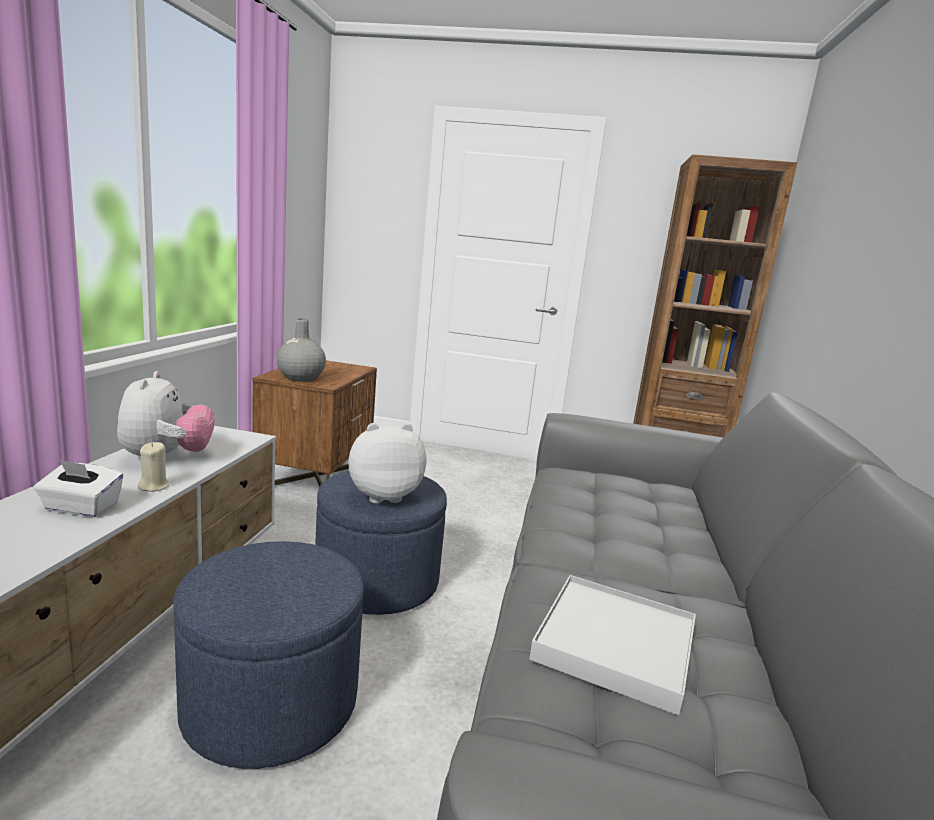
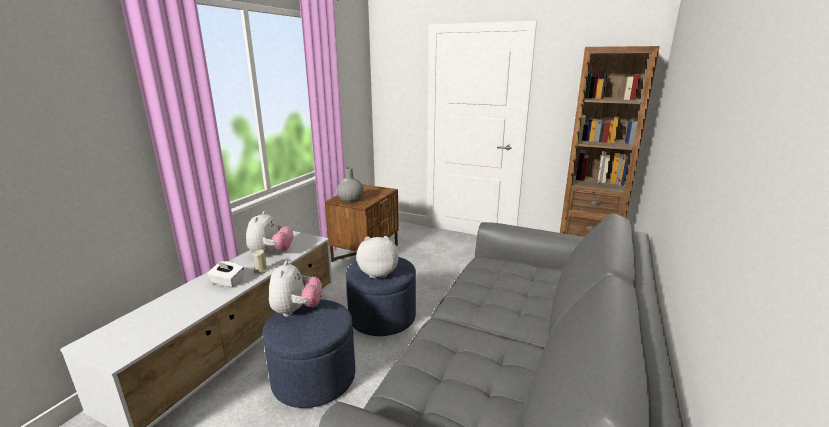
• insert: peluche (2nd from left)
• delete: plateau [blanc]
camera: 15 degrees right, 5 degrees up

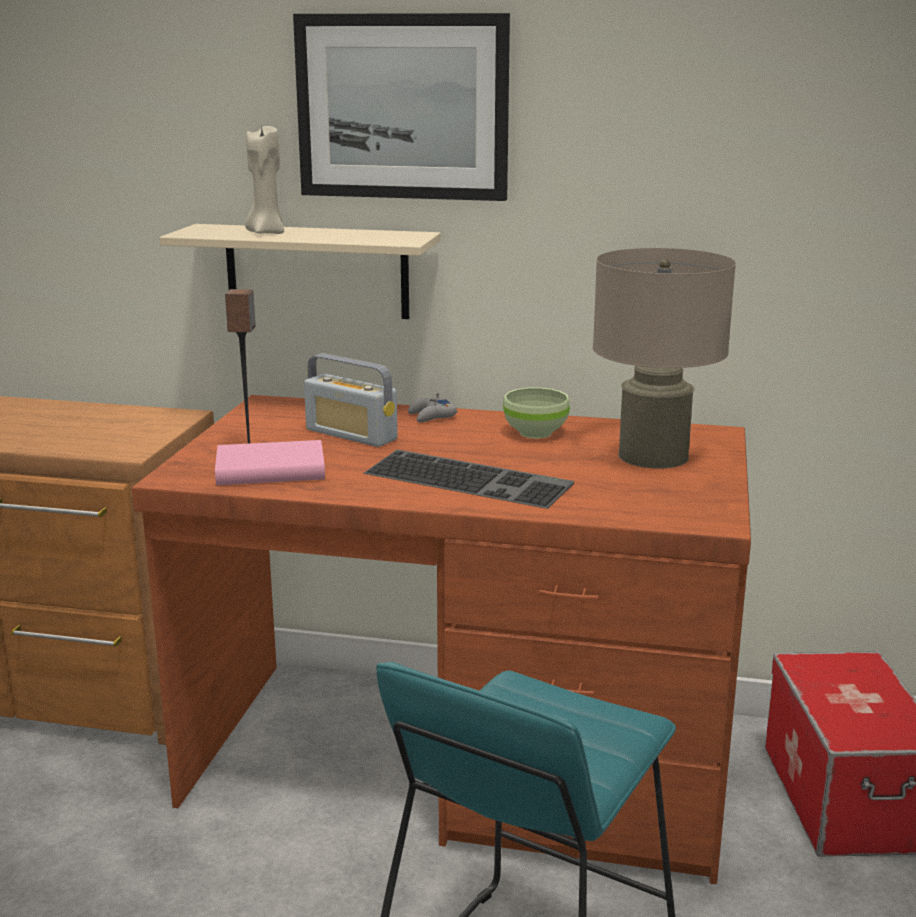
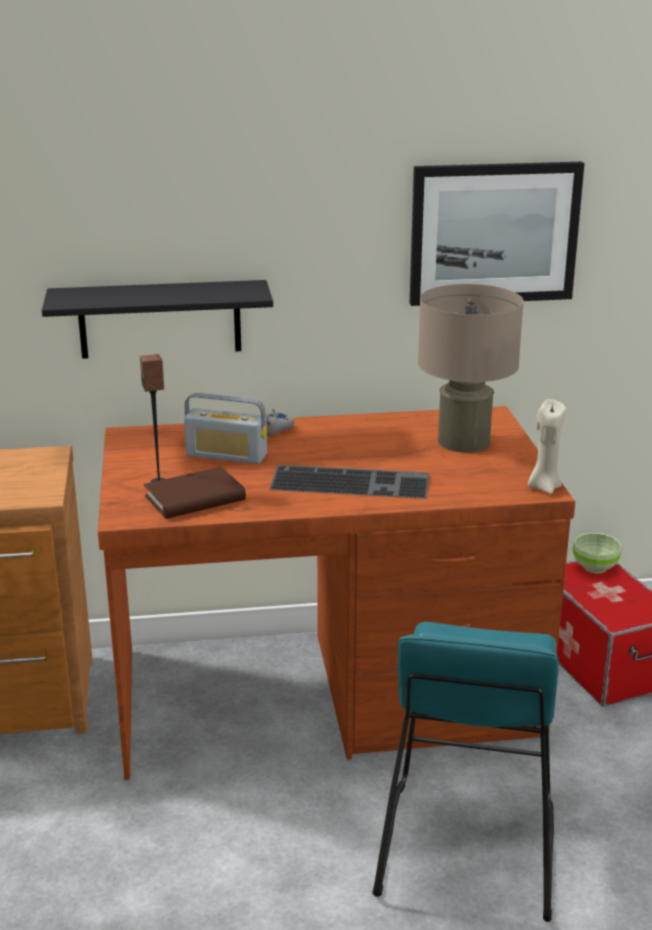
• recolor: étagère [beige] to étagère [noir]
• recolor: livre [rose] to livre [marron]
• move: tableau
• move: bougie [beige]
• move: bol [vert]
camera: 20 degrees left, 5 degrees up

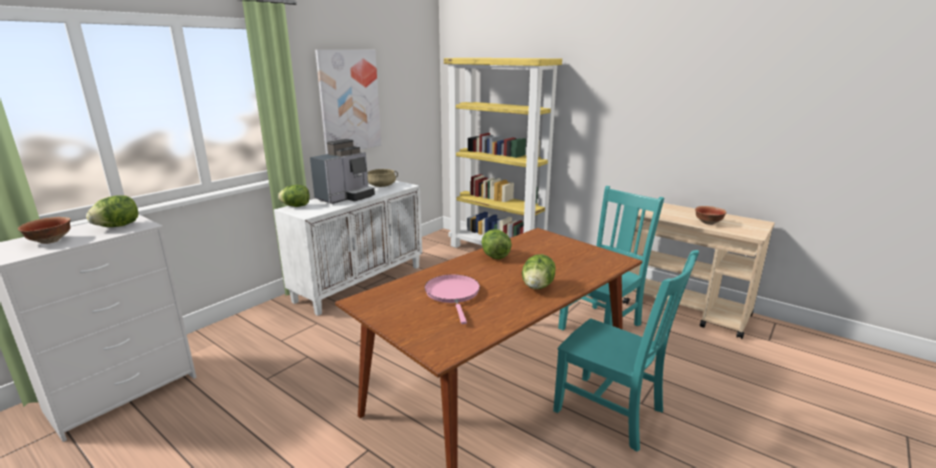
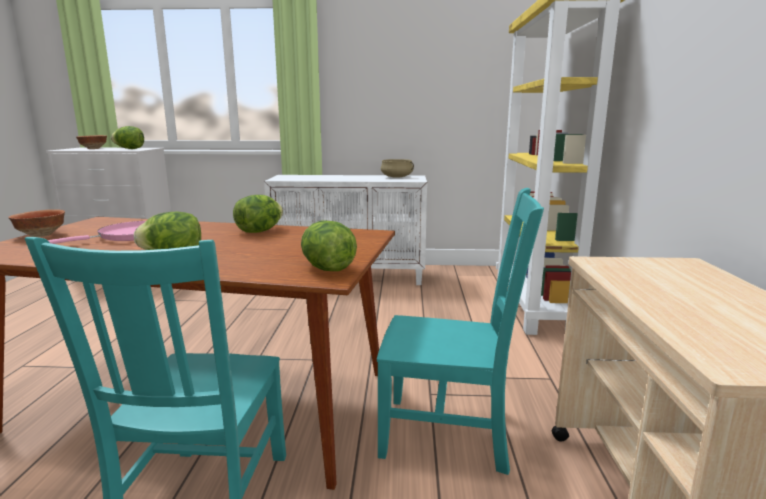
• move: bol (2nd from left in the first image) to bol (1st from left)
• move: laitue (2nd from left in the first image) to laitue (4th from left)
• delete: machine à café
• delete: tableau
camera: 55 degrees right, 5 degrees down

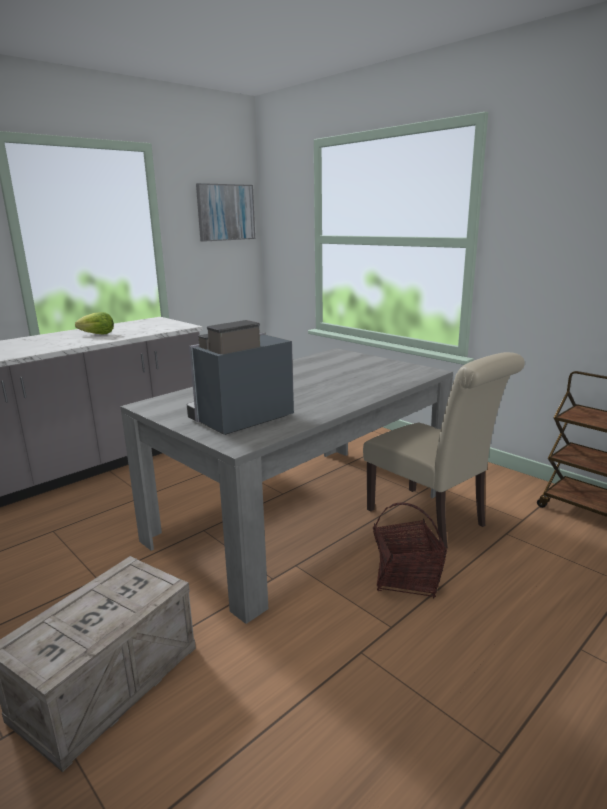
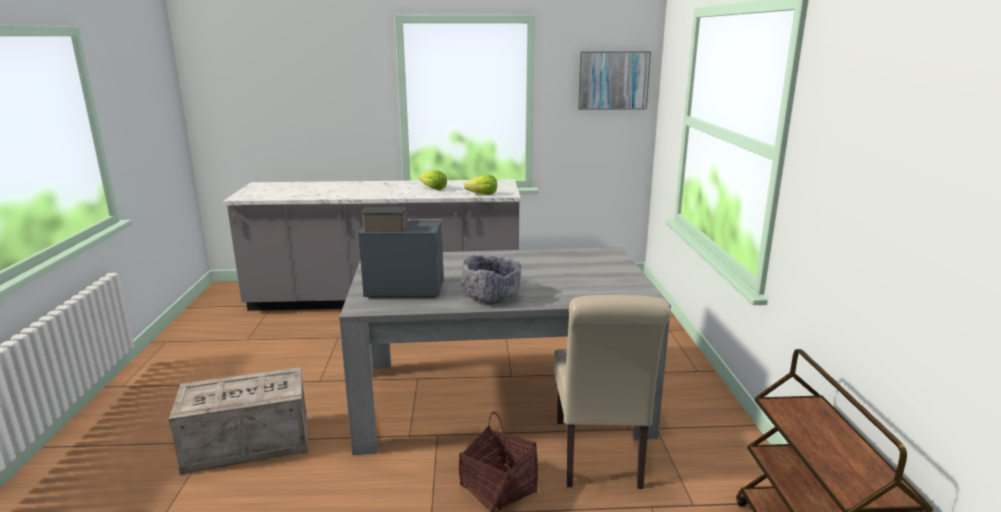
• insert: bol [gris]
• insert: laitue (2nd from left)
camera: 40 degrees right, 0 degrees up

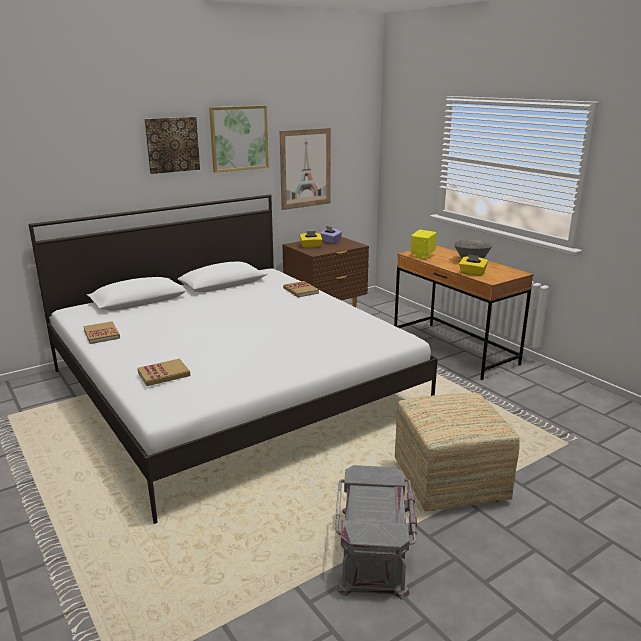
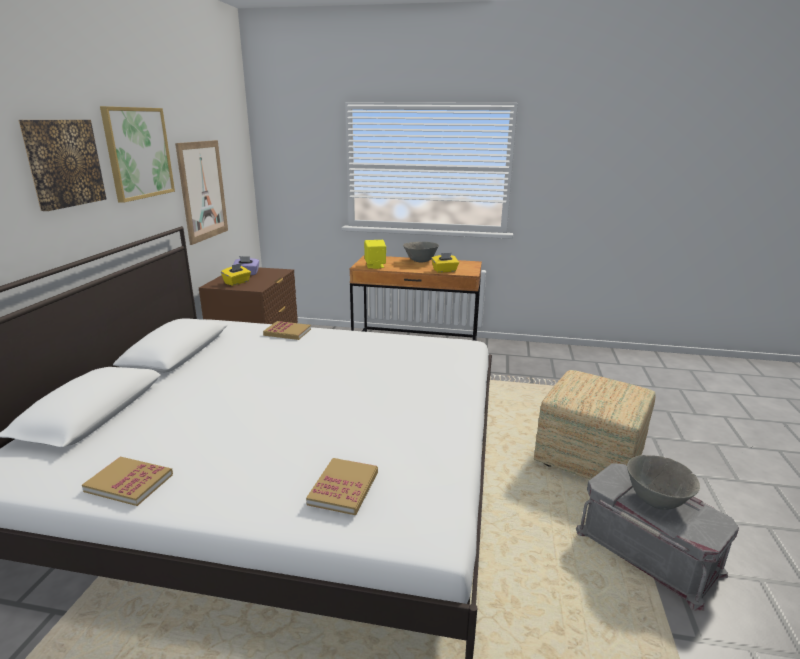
• insert: bol [gris] (2nd from left)
camera: 45 degrees left, 0 degrees up

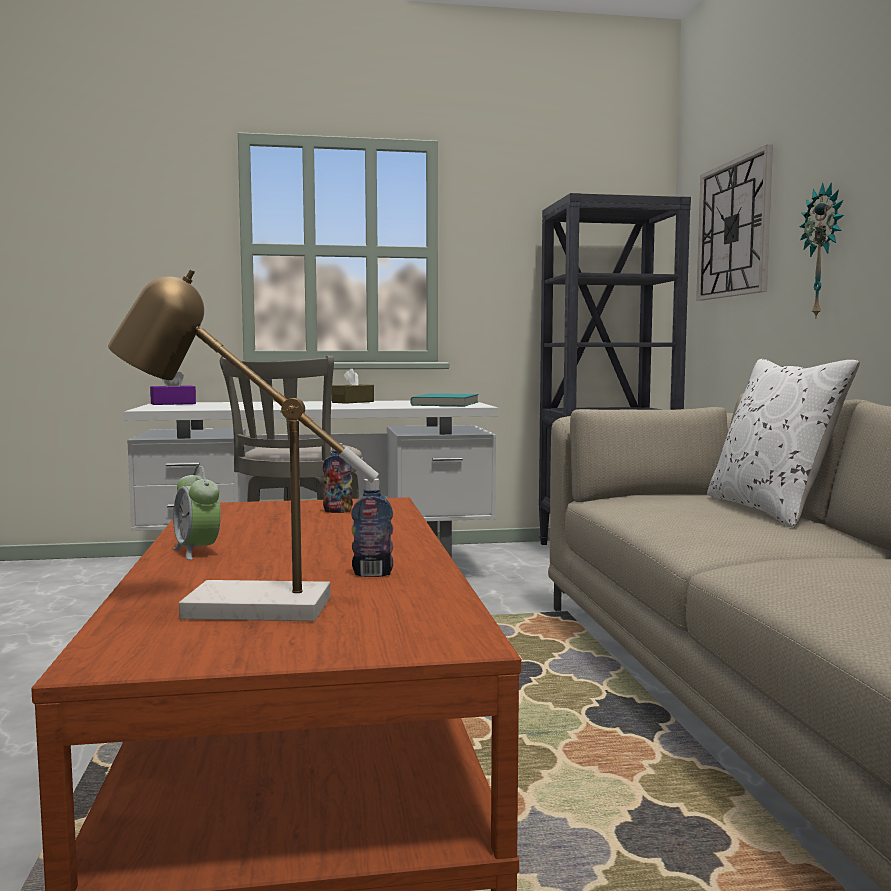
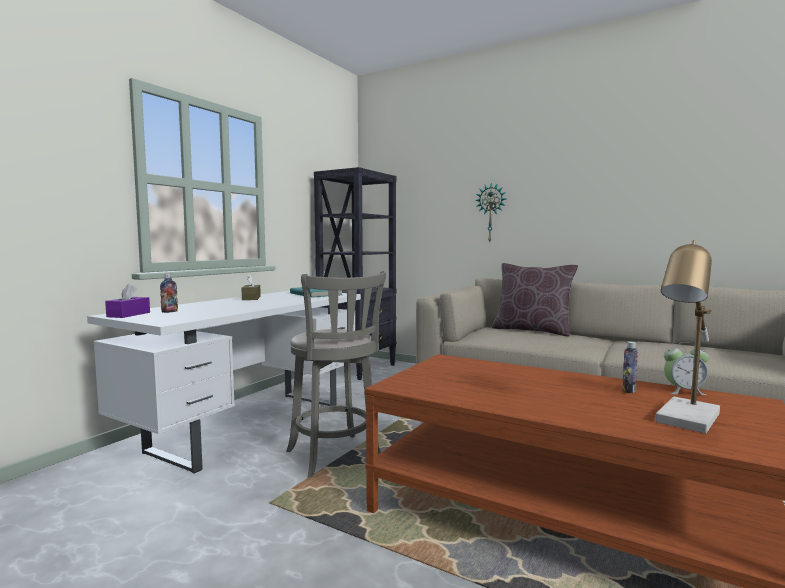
• move: bouteille (1st from left)
• recolor: coussin [blanc] to coussin [marron]
• move: réveil
• delete: horloge murale (1st from left)
camera: 50 degrees left, 0 degrees up

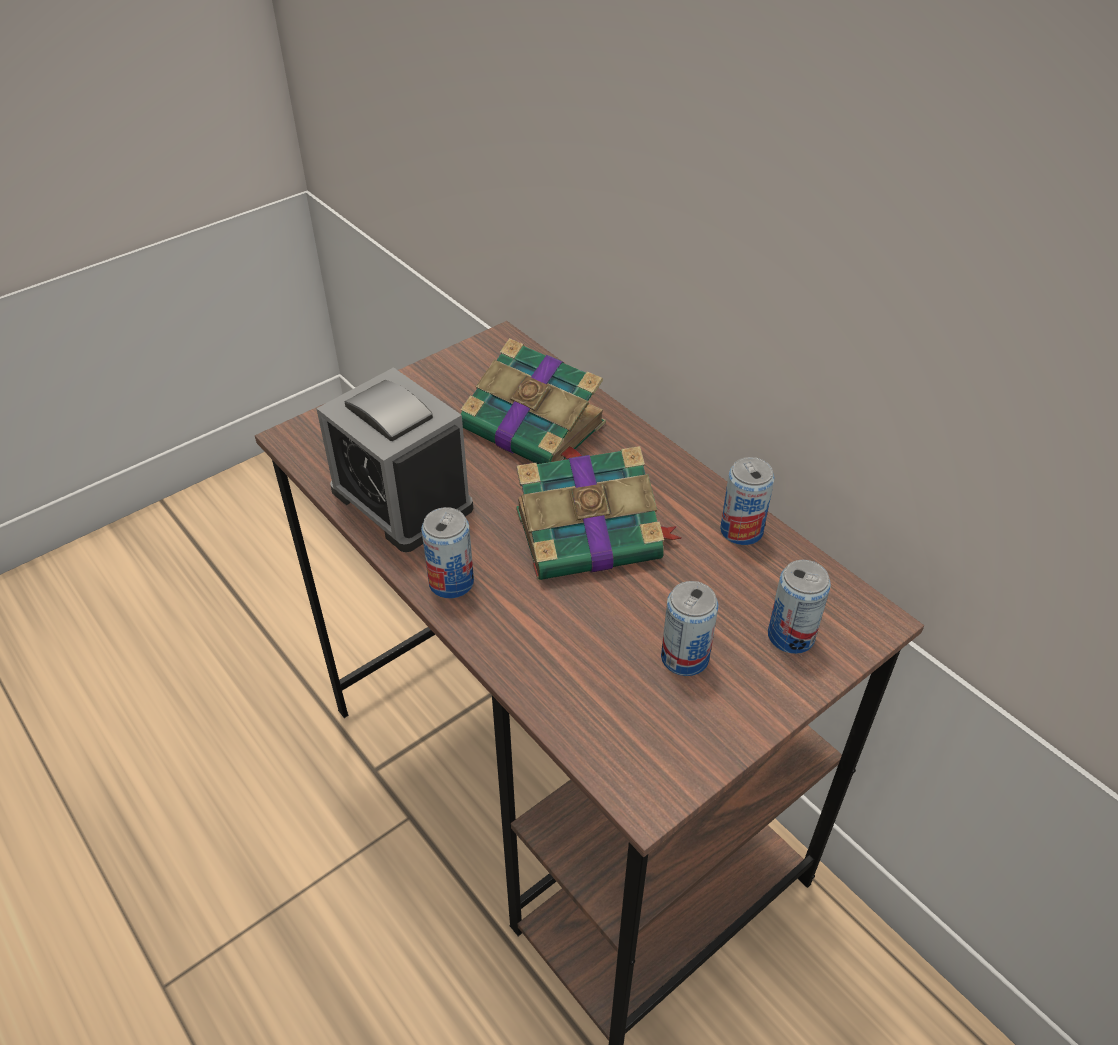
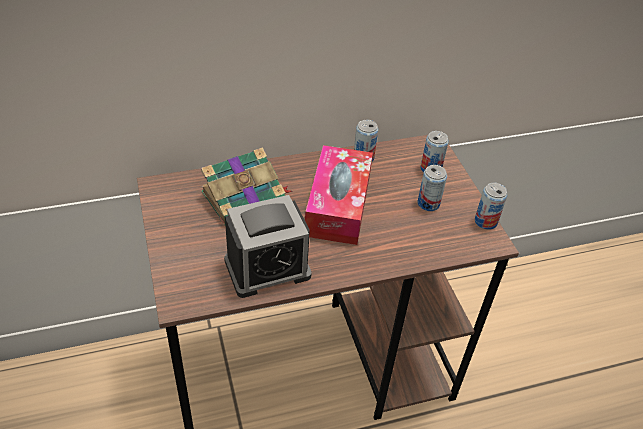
• replace: livre (2nd from left) to boîte à mouchoirs
• move: boîte métallique (1st from left in the first image) to boîte métallique (4th from left)
camera: 70 degrees left, 0 degrees up

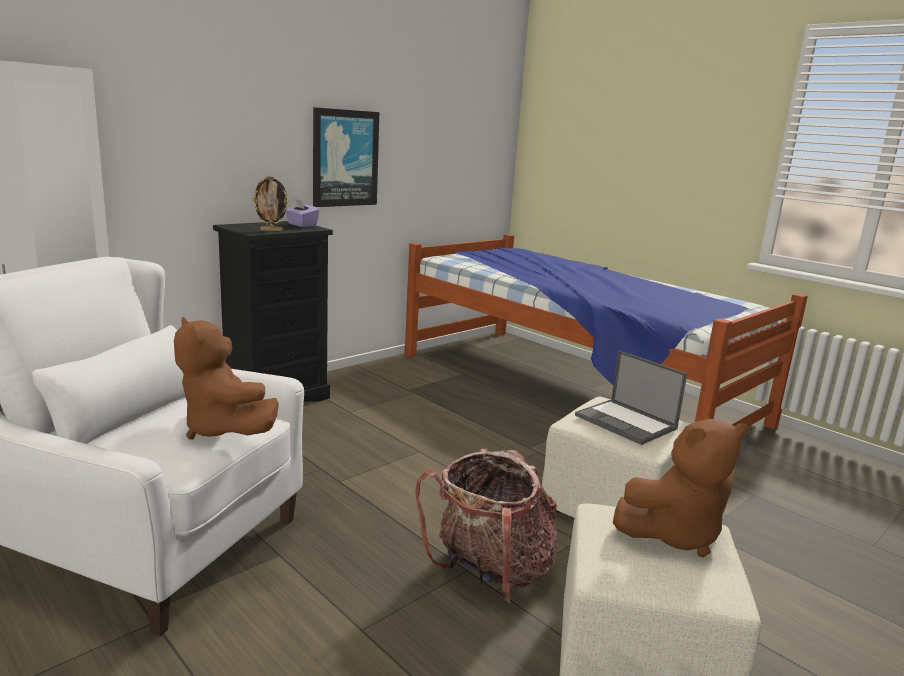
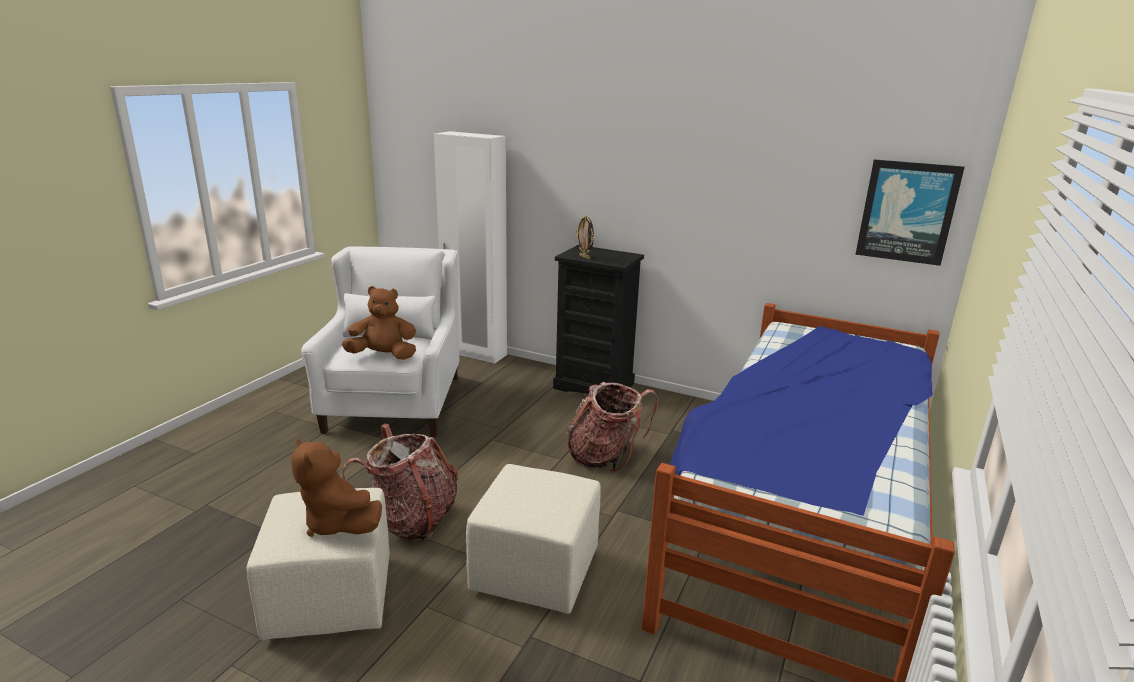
• rotate: peluche [marron] (1st from left in the first image) 60 degrees clockwise
• insert: sac à dos (2nd from left)
• move: tableau
• delete: boîte à mouchoirs [violet]
• delete: ordinateur portable
camera: 70 degrees right, 5 degrees up

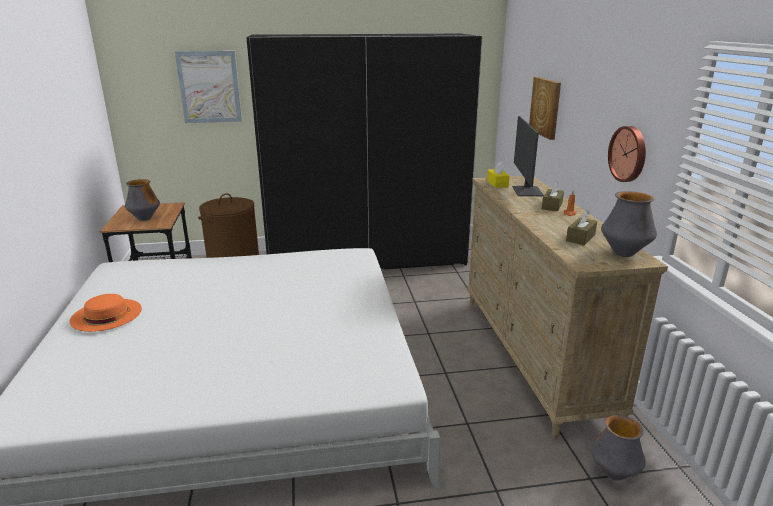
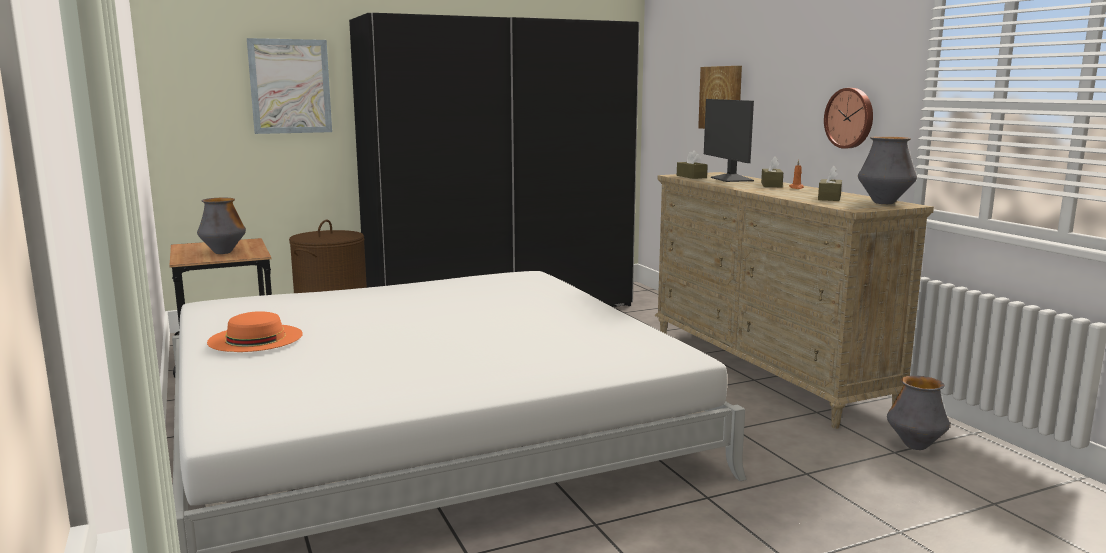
• recolor: boîte à mouchoirs [jaune] to boîte à mouchoirs [marron] (1st from left)
camera: 15 degrees left, 10 degrees down

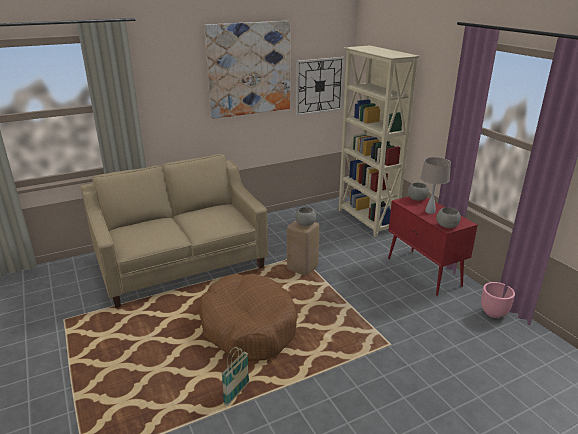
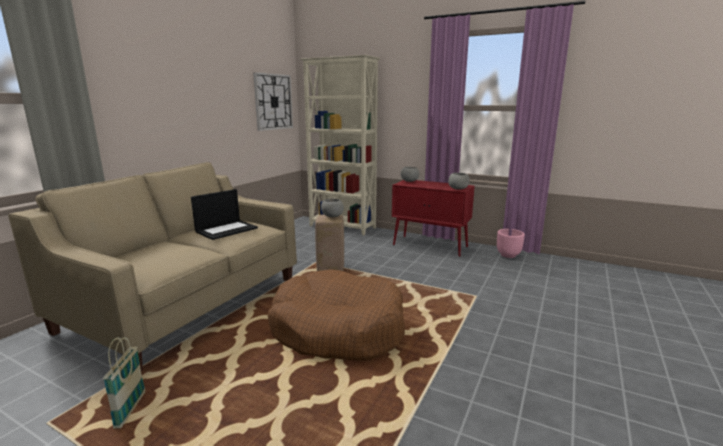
• move: panier
• insert: ordinateur portable
• delete: tableau
• delete: lampe de table [beige]
camera: 35 degrees left, 10 degrees down

